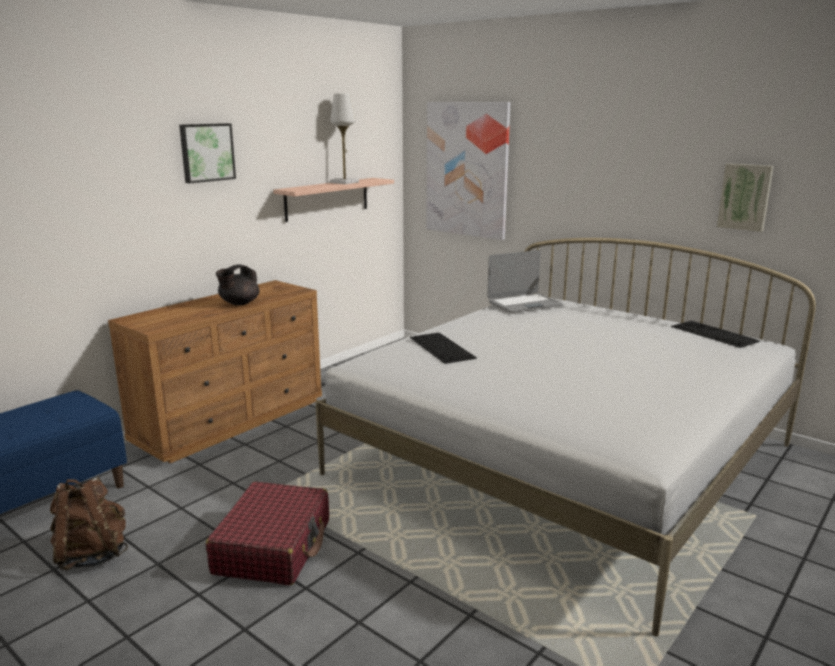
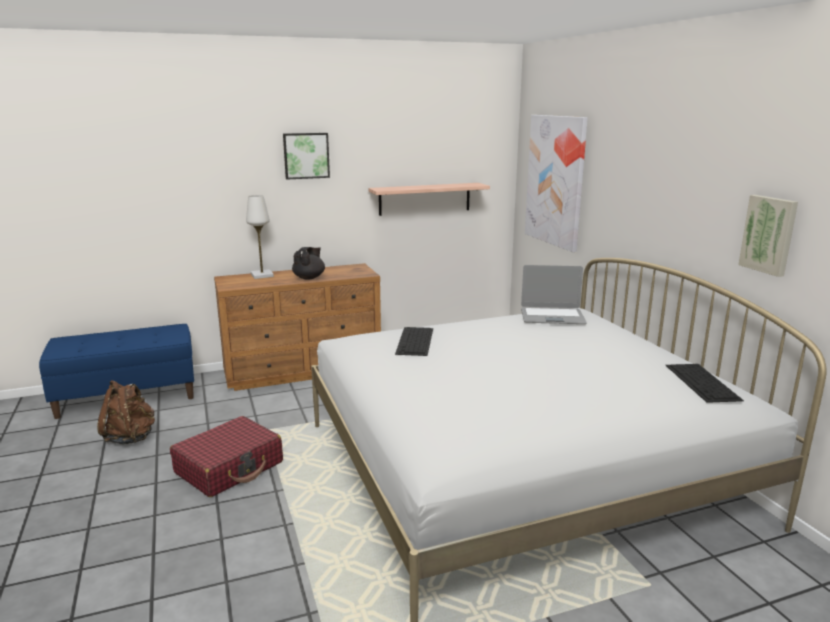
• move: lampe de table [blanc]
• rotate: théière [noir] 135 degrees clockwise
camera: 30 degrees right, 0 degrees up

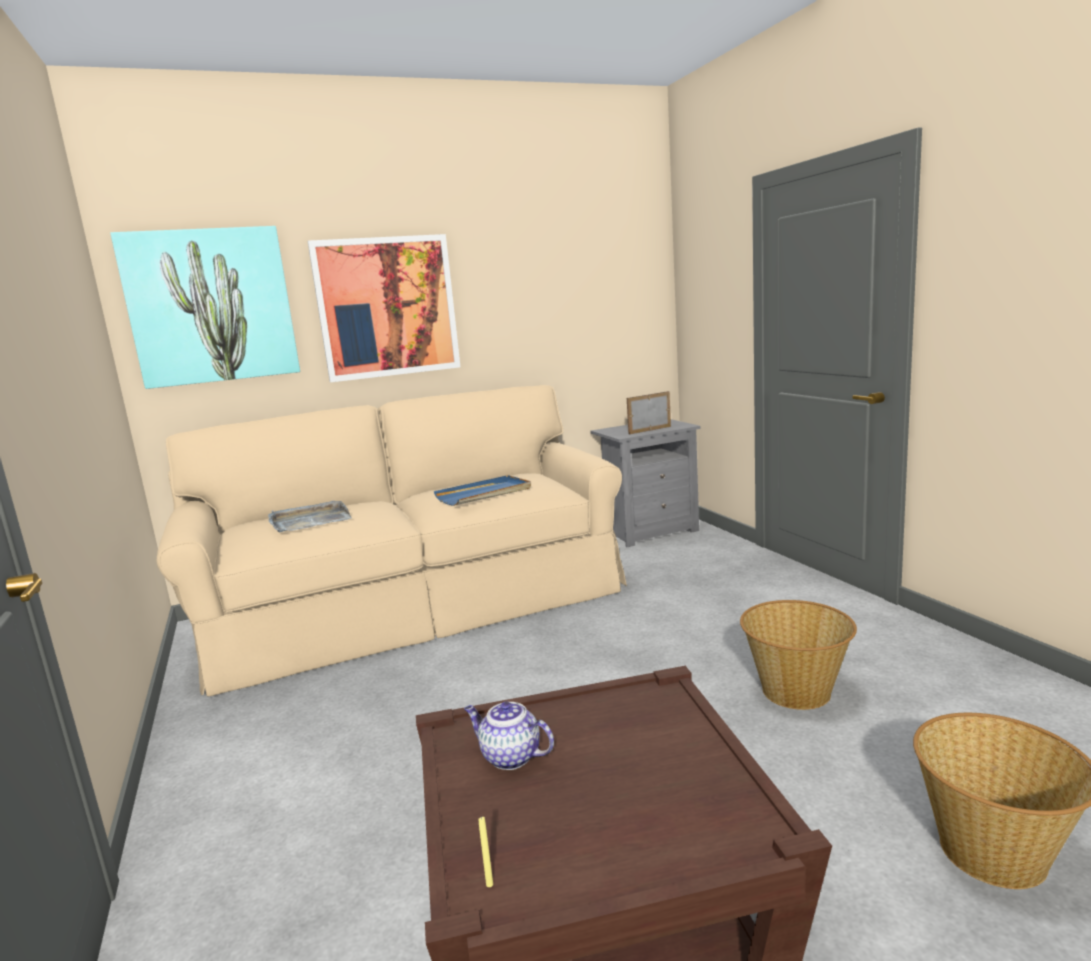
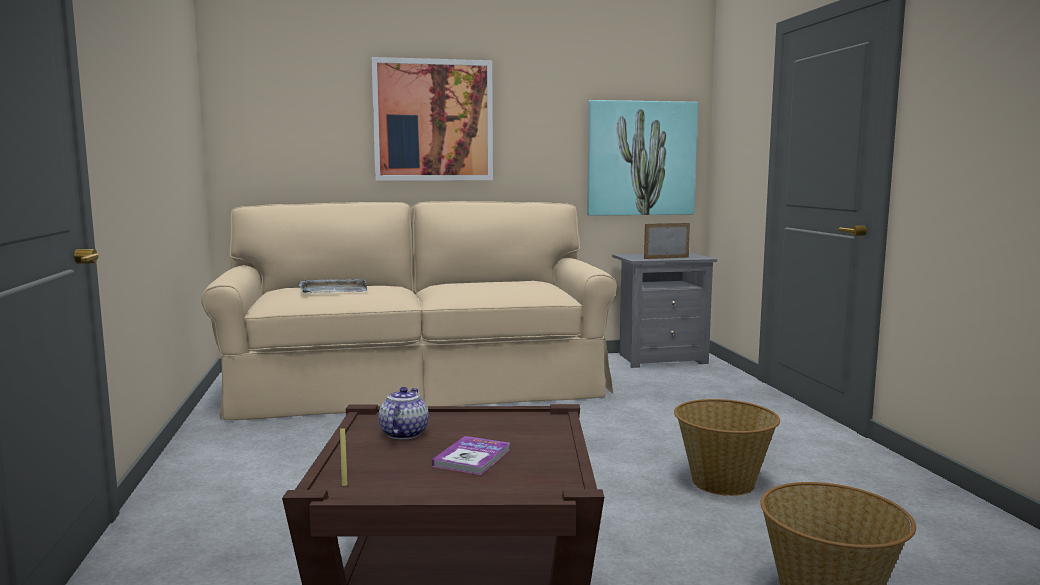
• rotate: théière 60 degrees clockwise
• insert: livre
• move: tableau (1st from left in the first image) to tableau (2nd from left)
• delete: plateau [bleu]
camera: 10 degrees right, 5 degrees down

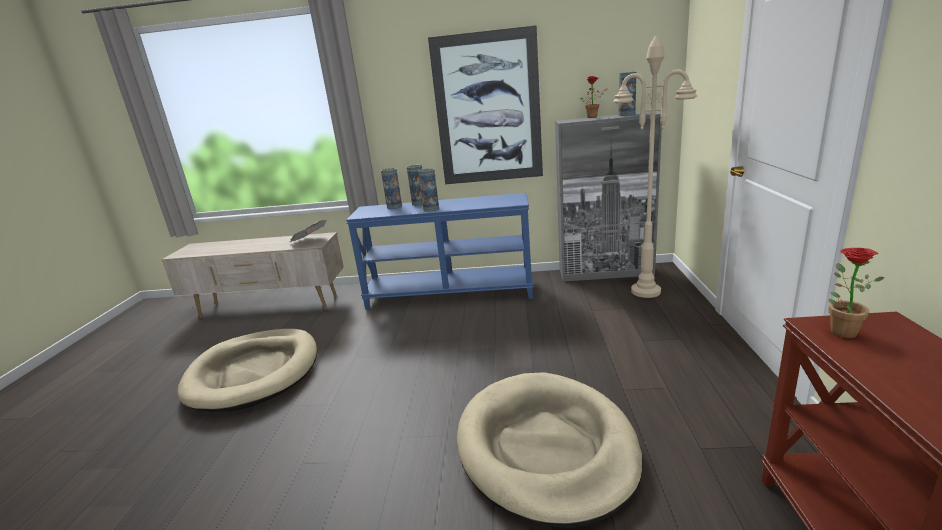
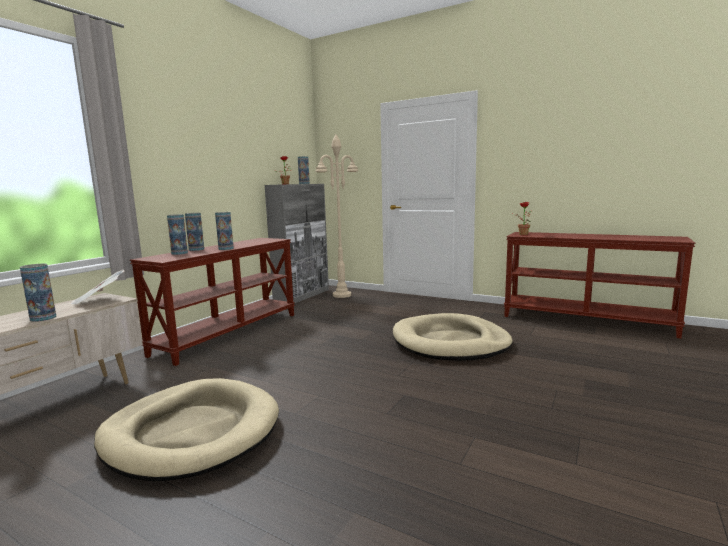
• insert: vase (1st from left)
• recolor: table console [bleu] to table console [marron] (1st from left)
• delete: tableau
camera: 65 degrees left, 10 degrees down

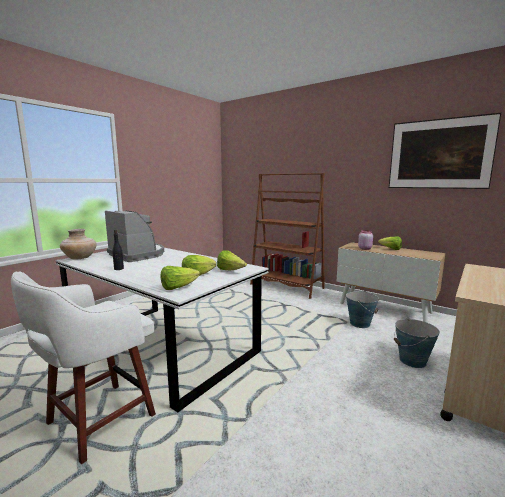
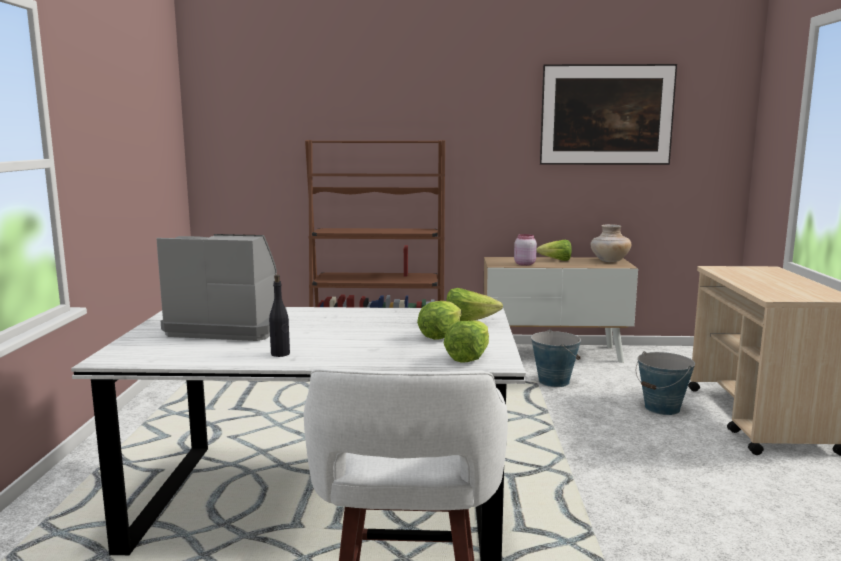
• move: vase [beige]
camera: 35 degrees left, 0 degrees up

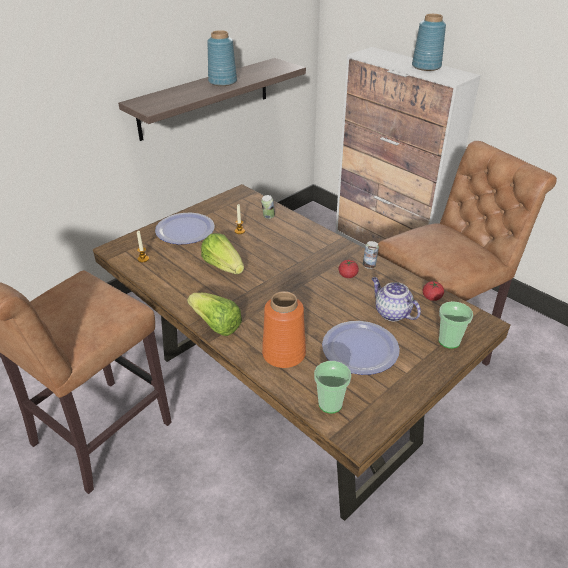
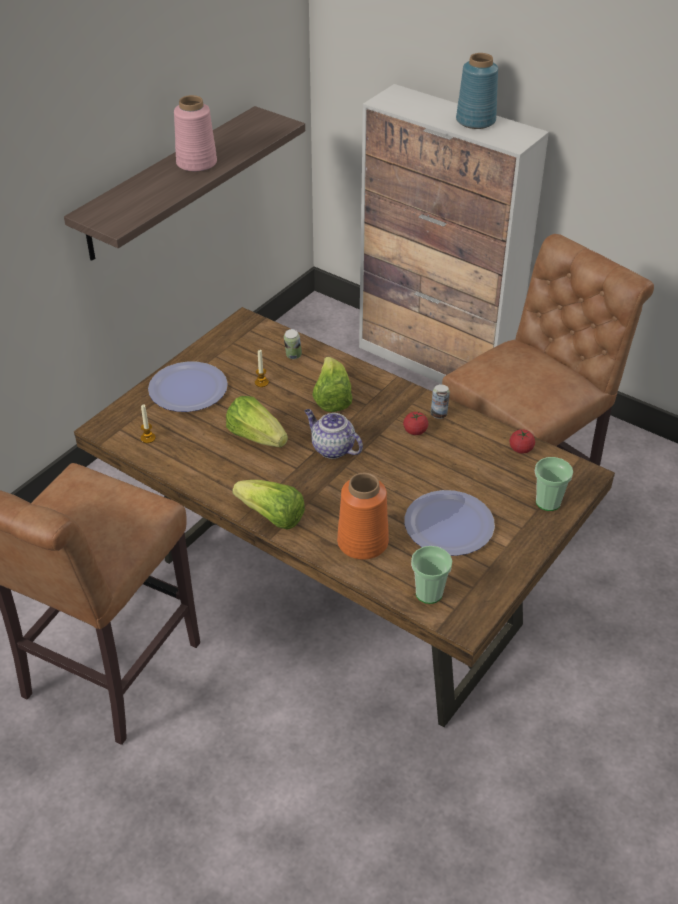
• recolor: vase [bleu] (1st from left) to vase [rose]
• move: théière
• insert: laitue (3rd from left)
camera: 10 degrees left, 5 degrees up

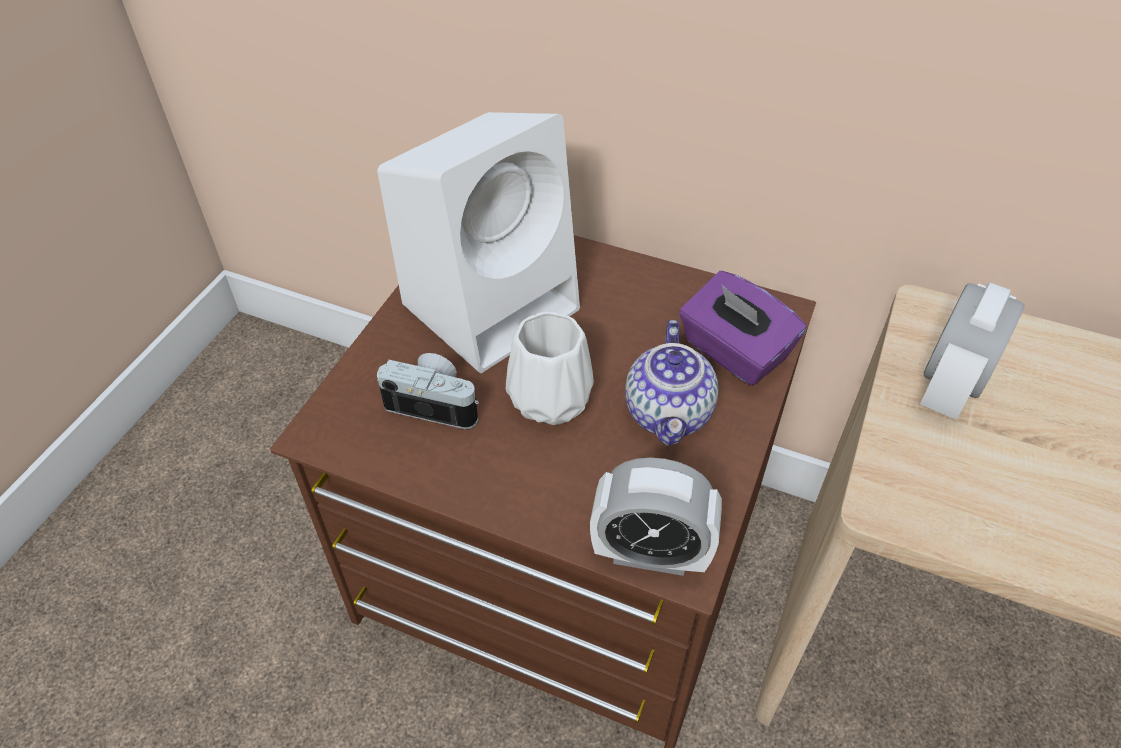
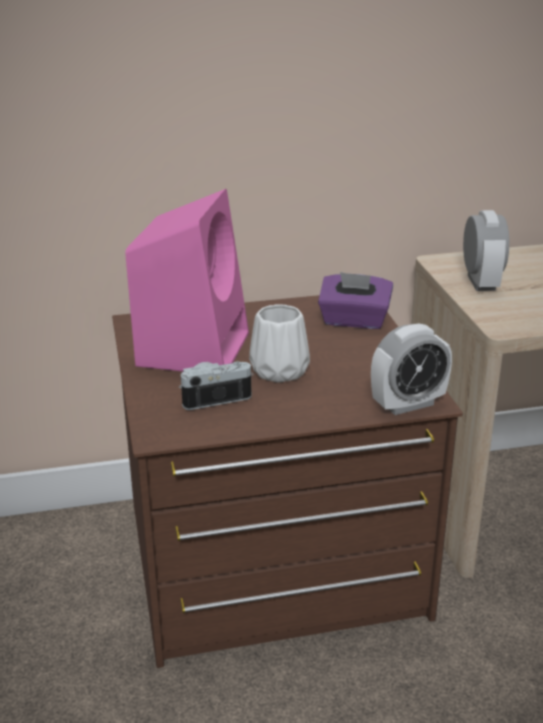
• recolor: enceinte [blanc] to enceinte [rose]
• delete: théière
camera: 35 degrees left, 20 degrees down

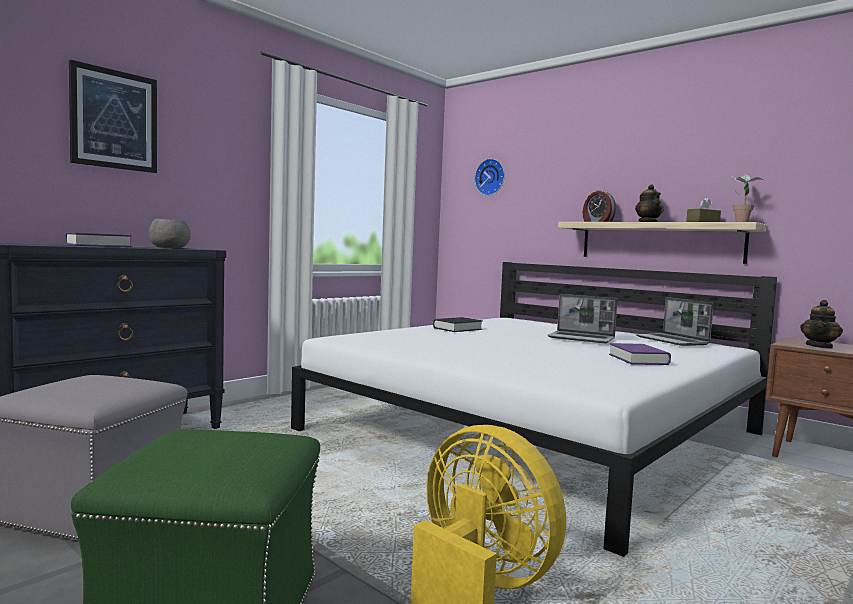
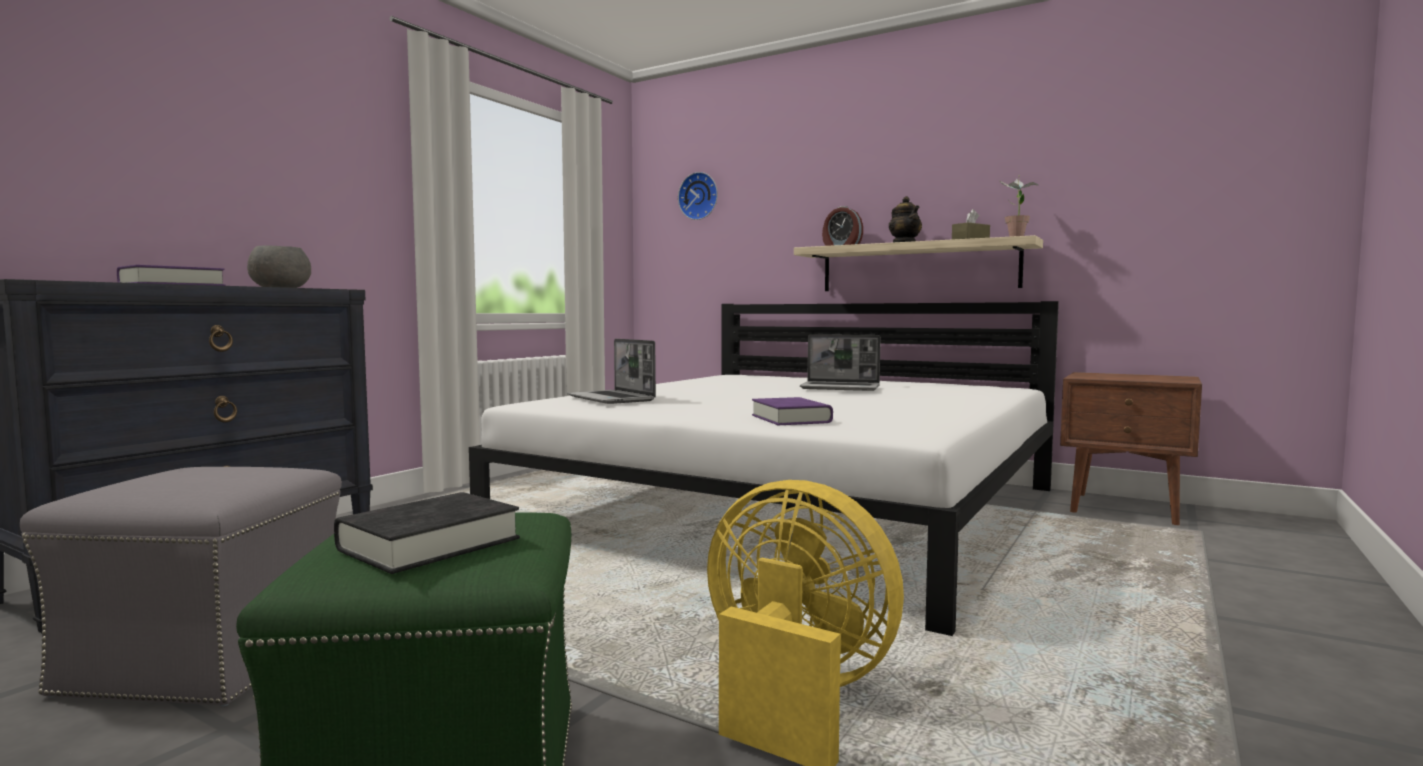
• move: livre [noir]
• move: ordinateur portable (2nd from left in the first image) to ordinateur portable (1st from left)
• move: livre [violet] (2nd from left)
• delete: tableau
• delete: théière (2nd from left)
camera: 10 degrees left, 0 degrees up

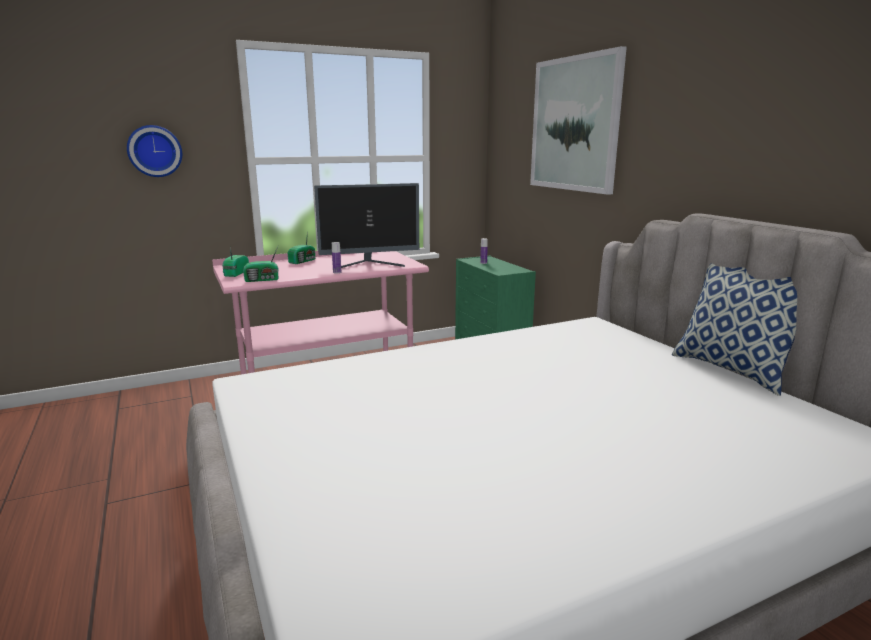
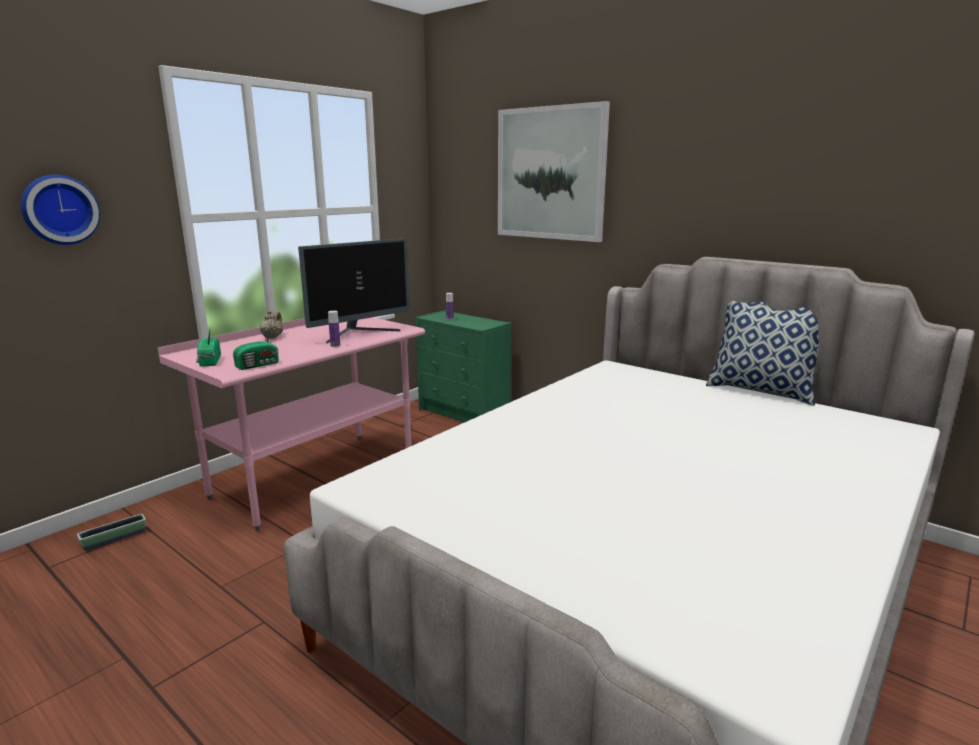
• insert: cache-pot
• replace: radio (3rd from left) to théière [beige]
camera: 25 degrees left, 0 degrees up

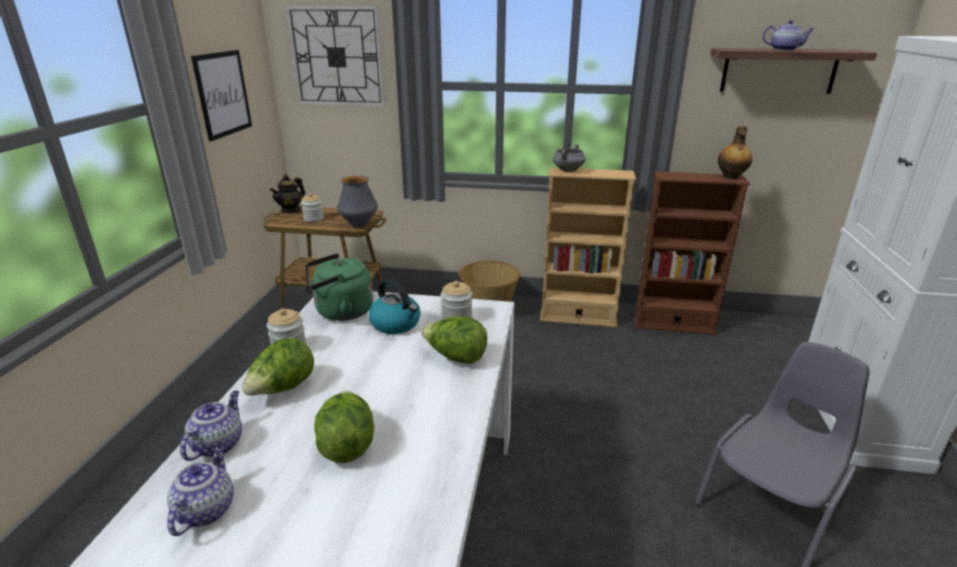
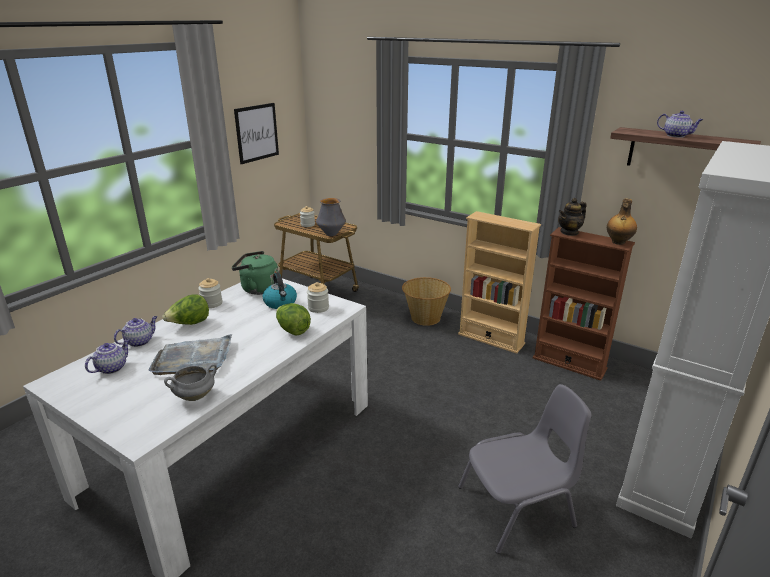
• replace: laitue (2nd from left) to plateau [gris]
• move: marmite [gris]
• move: théière (3rd from left)
• delete: horloge murale
camera: 25 degrees right, 0 degrees up

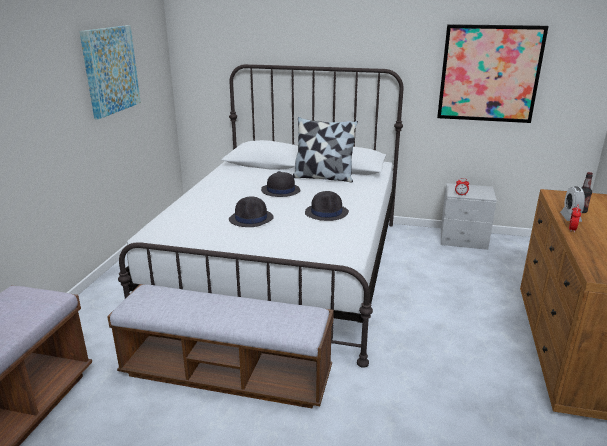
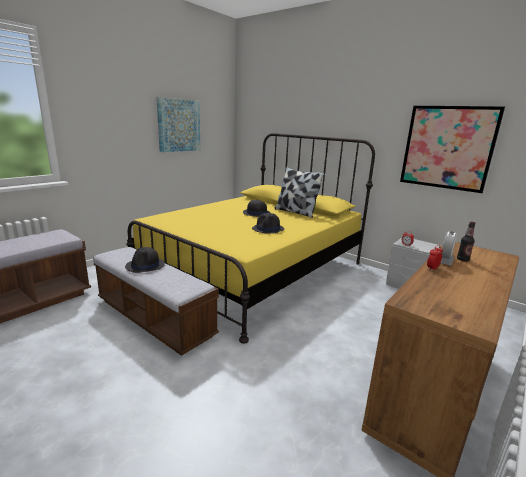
• move: chapeau [noir] (1st from left)
• recolor: lit [blanc] to lit [jaune]
camera: 25 degrees right, 5 degrees down

